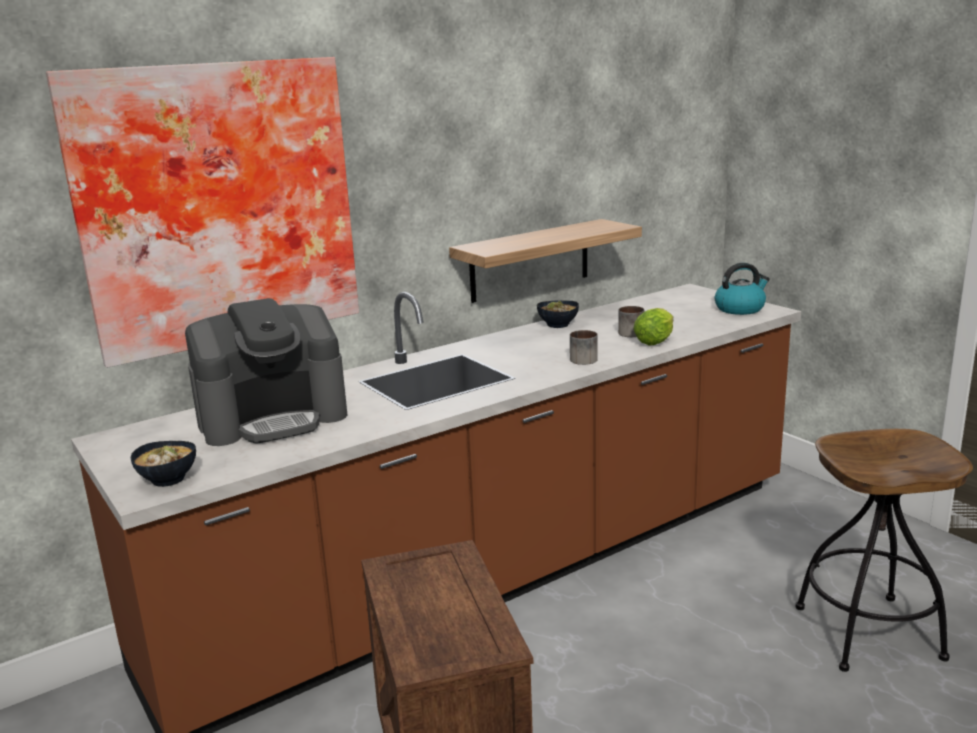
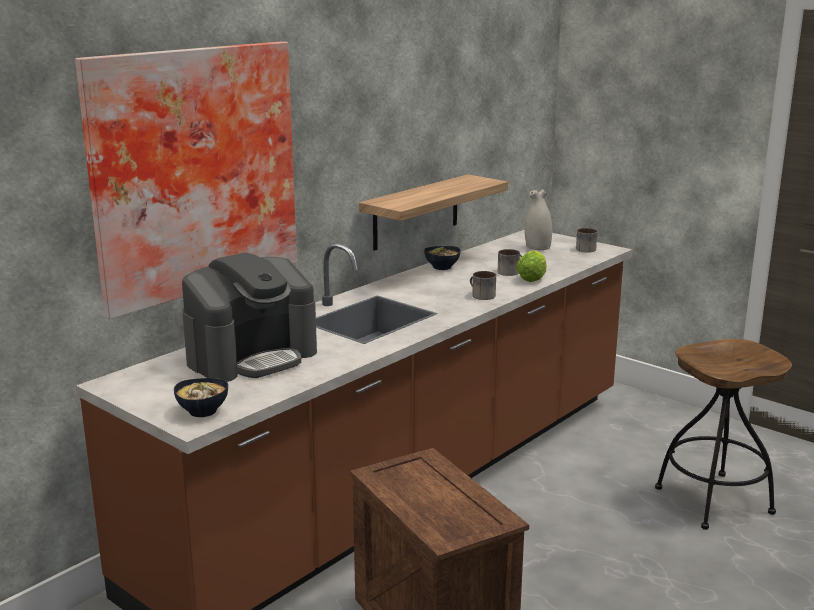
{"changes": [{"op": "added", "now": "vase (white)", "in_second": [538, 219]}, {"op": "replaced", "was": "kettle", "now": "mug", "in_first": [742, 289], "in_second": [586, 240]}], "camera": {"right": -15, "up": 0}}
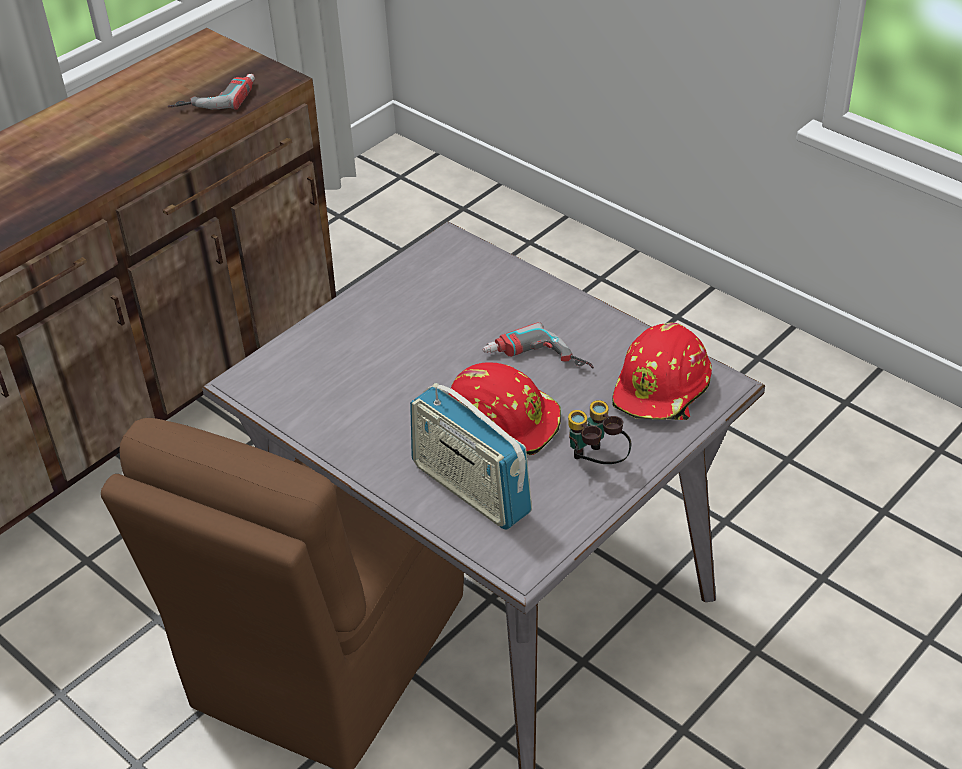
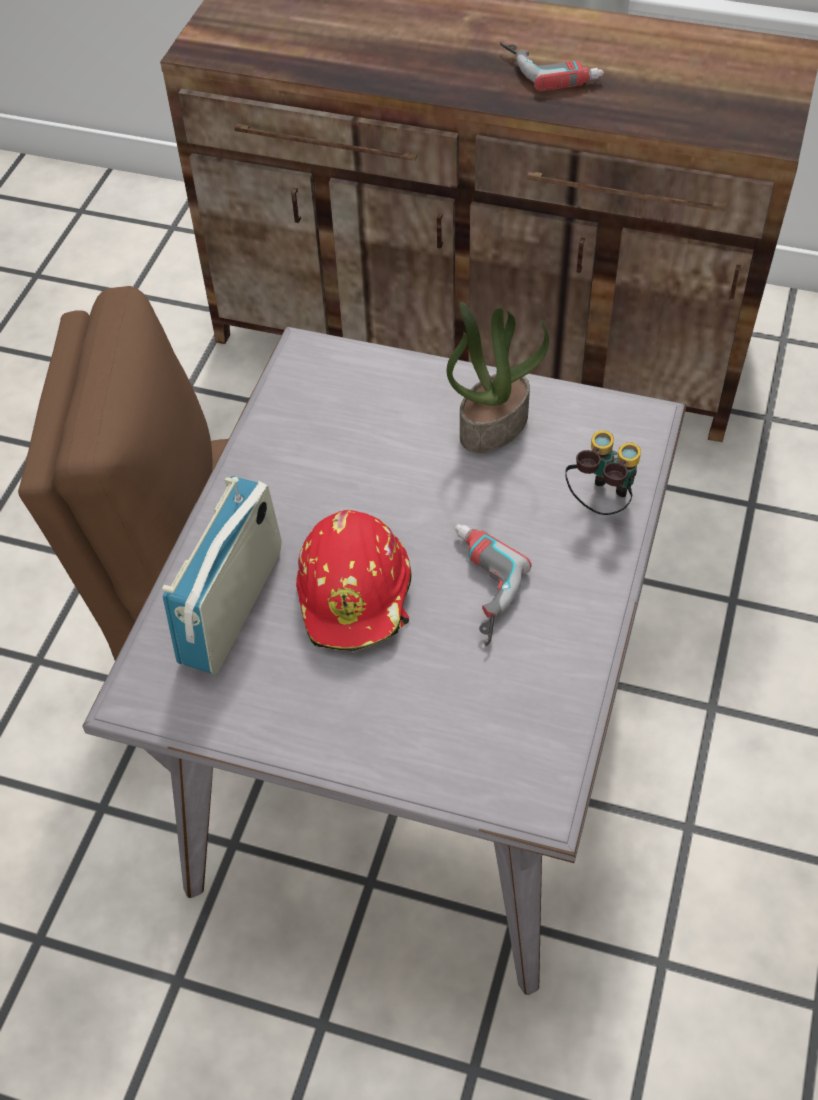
{"changes": [{"op": "removed", "was": "hard hat (red)", "in_first": [662, 371]}, {"op": "added", "now": "potted plant", "in_second": [498, 377]}, {"op": "moved", "was": "power drill", "in_first": [211, 92], "in_second": [552, 66]}, {"op": "moved", "was": "binoculars", "in_first": [599, 432], "in_second": [603, 472]}], "camera": {"right": 65, "up": 10}}
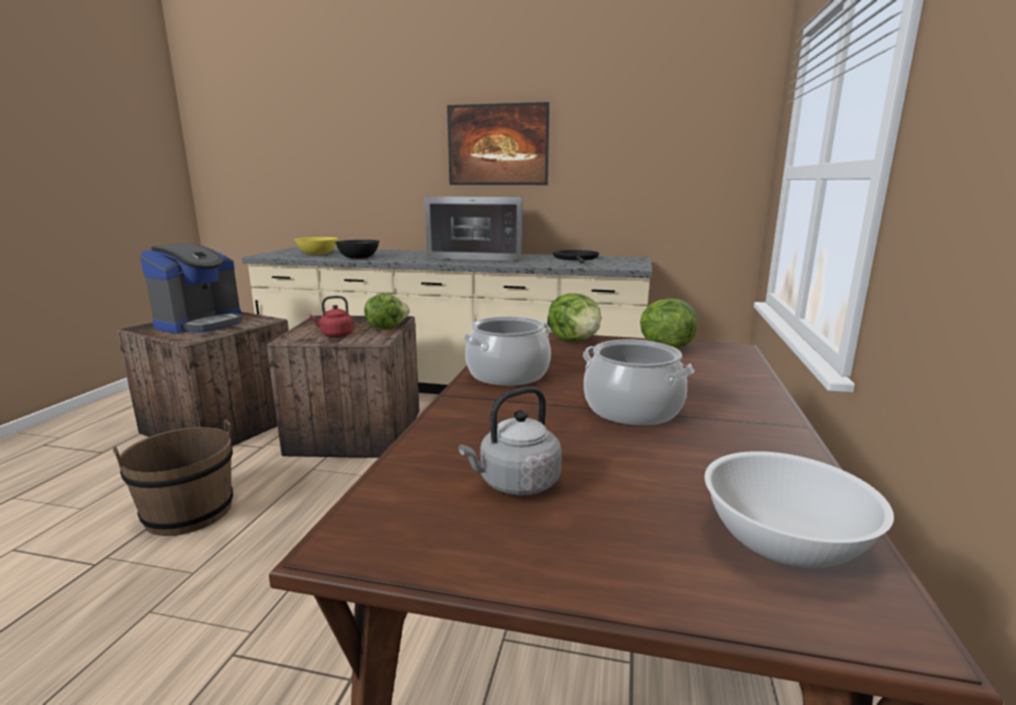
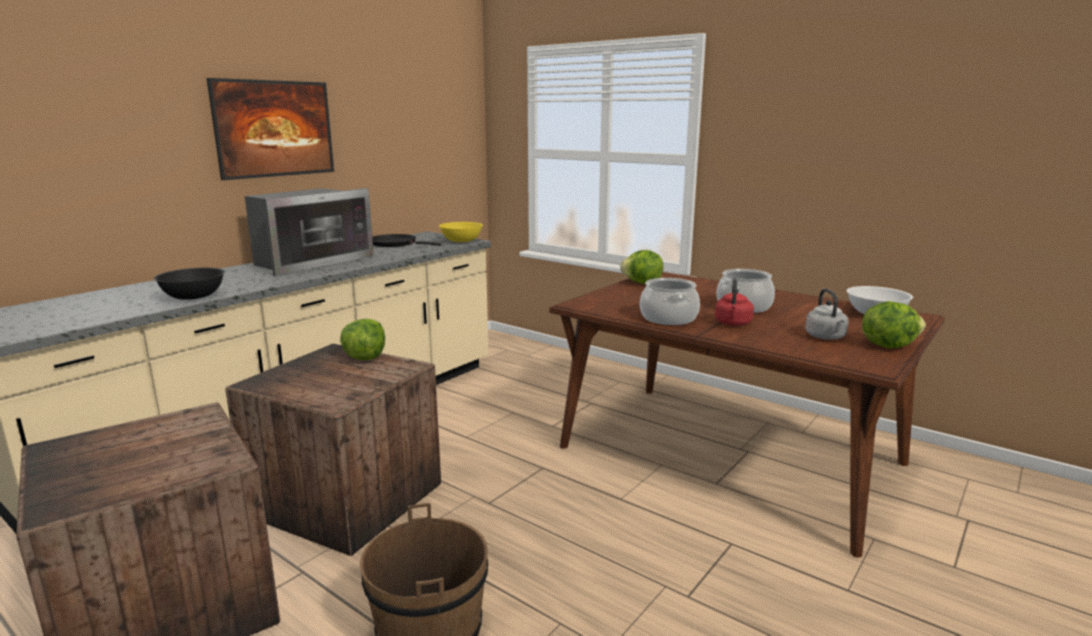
{"changes": [{"op": "removed", "was": "coffee machine", "in_first": [191, 288]}, {"op": "moved", "was": "bowl (yellow)", "in_first": [316, 246], "in_second": [461, 232]}, {"op": "moved", "was": "kettle (red)", "in_first": [332, 316], "in_second": [734, 302]}, {"op": "moved", "was": "lettuce", "in_first": [574, 317], "in_second": [894, 324]}], "camera": {"right": -65, "up": 0}}
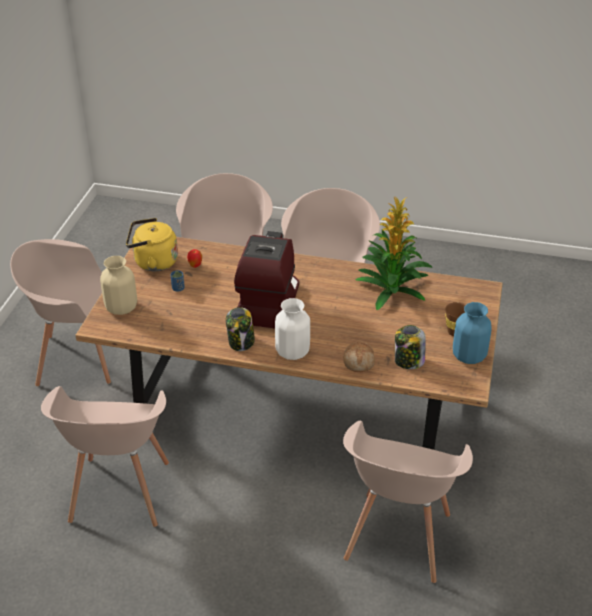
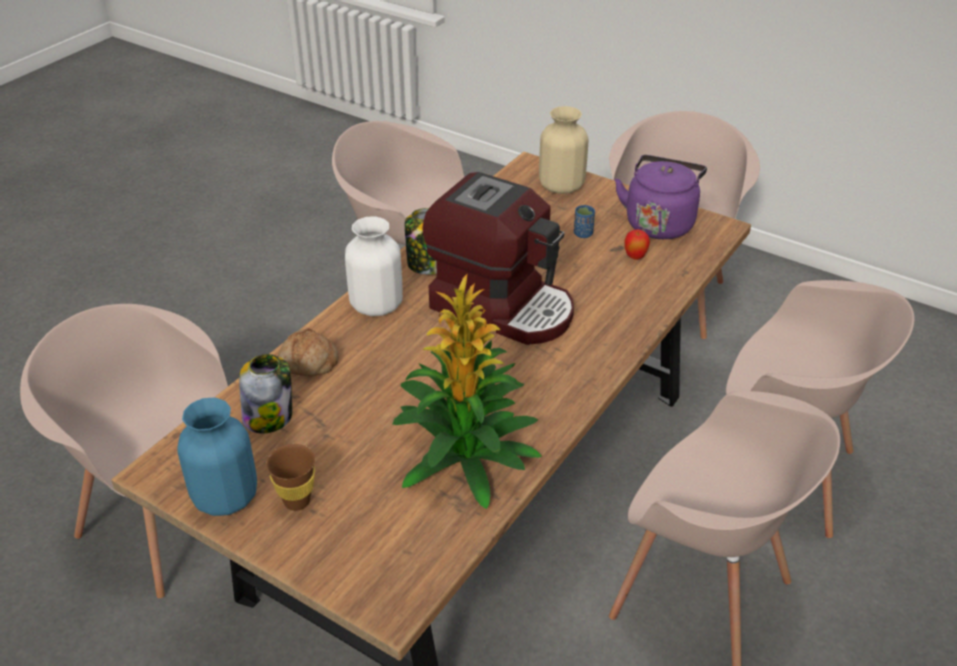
{"changes": [{"op": "recoloured", "was": "kettle (yellow)", "now": "kettle (purple)", "in_first": [152, 244], "in_second": [661, 197]}], "camera": {"right": 110, "up": 0}}
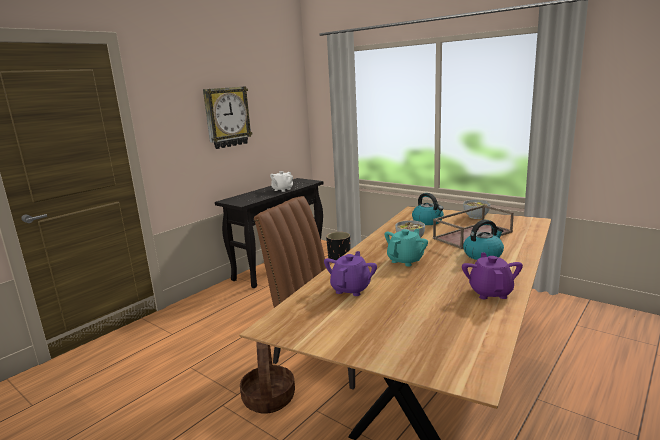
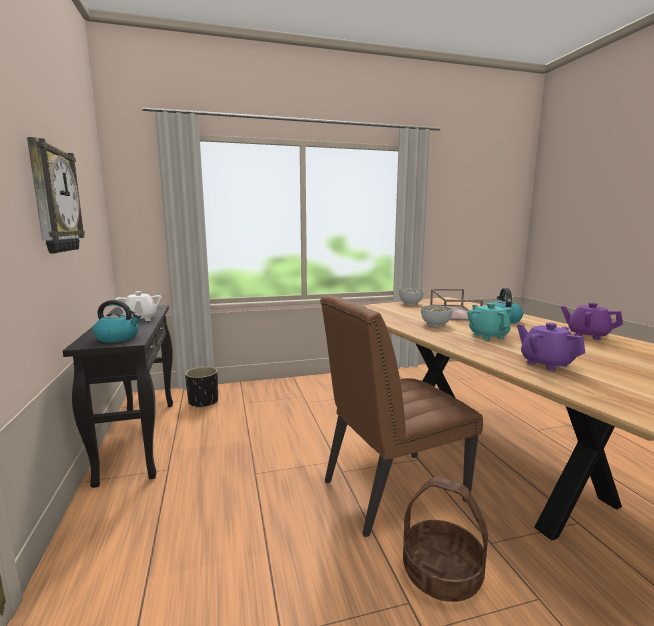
{"changes": [{"op": "moved", "was": "kettle", "in_first": [428, 209], "in_second": [117, 321]}], "camera": {"right": -55, "up": -5}}
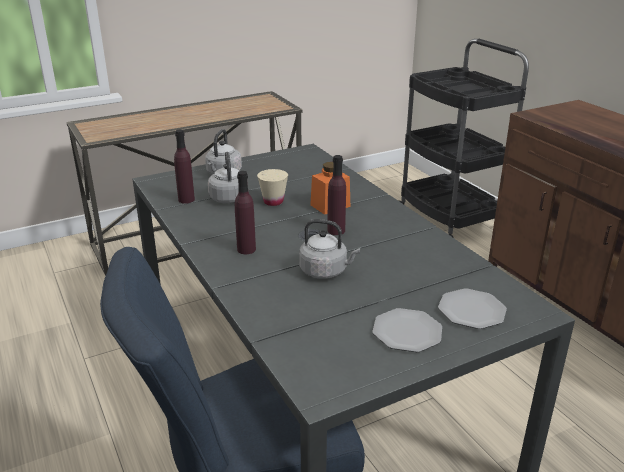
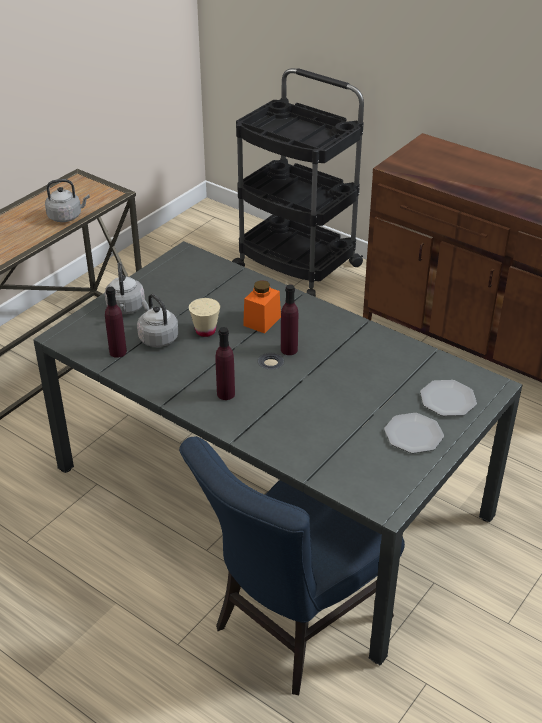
{"changes": [{"op": "moved", "was": "kettle (grey)", "in_first": [329, 249], "in_second": [67, 200]}], "camera": {"right": -25, "up": 10}}
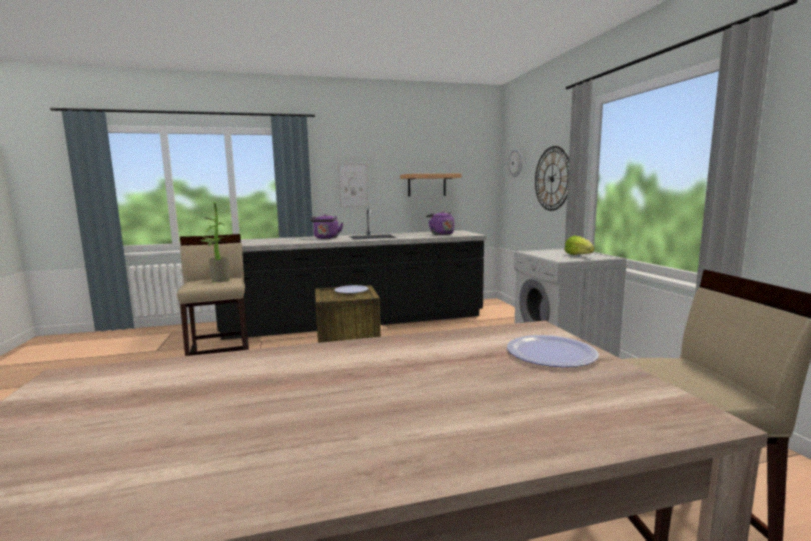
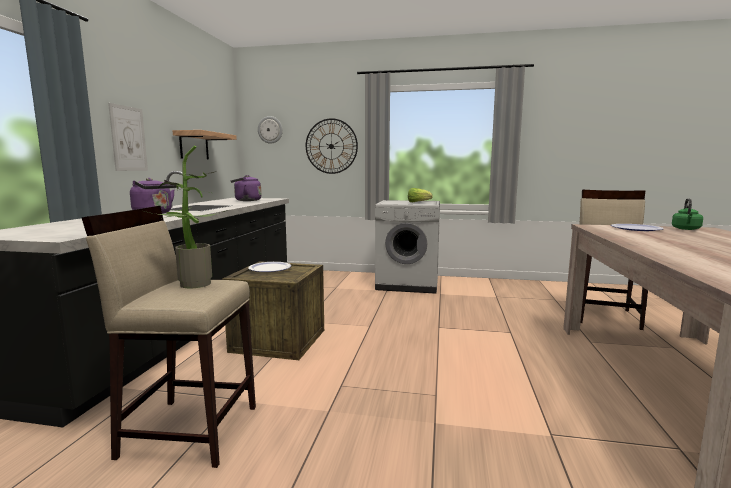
{"changes": [{"op": "added", "now": "kettle (green)", "in_second": [687, 214]}], "camera": {"right": -65, "up": 0}}
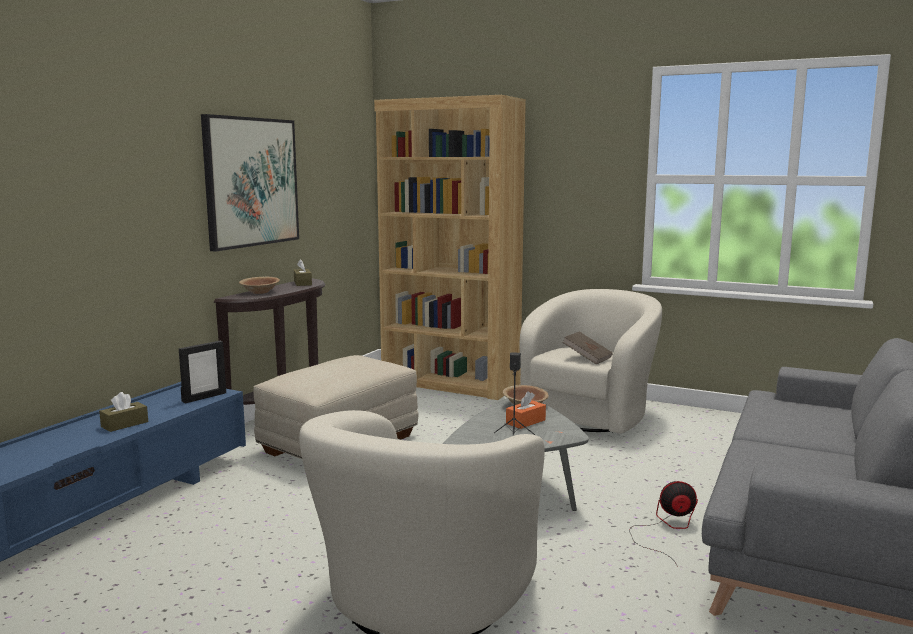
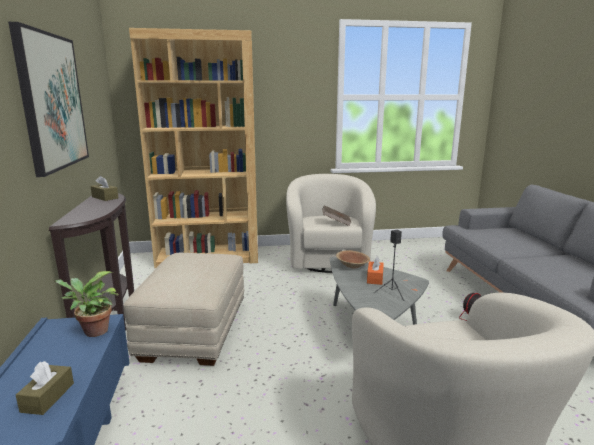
{"changes": [{"op": "removed", "was": "bowl (brown)", "in_first": [259, 285]}, {"op": "replaced", "was": "picture frame", "now": "potted plant", "in_first": [202, 372], "in_second": [87, 304]}], "camera": {"right": -35, "up": 5}}
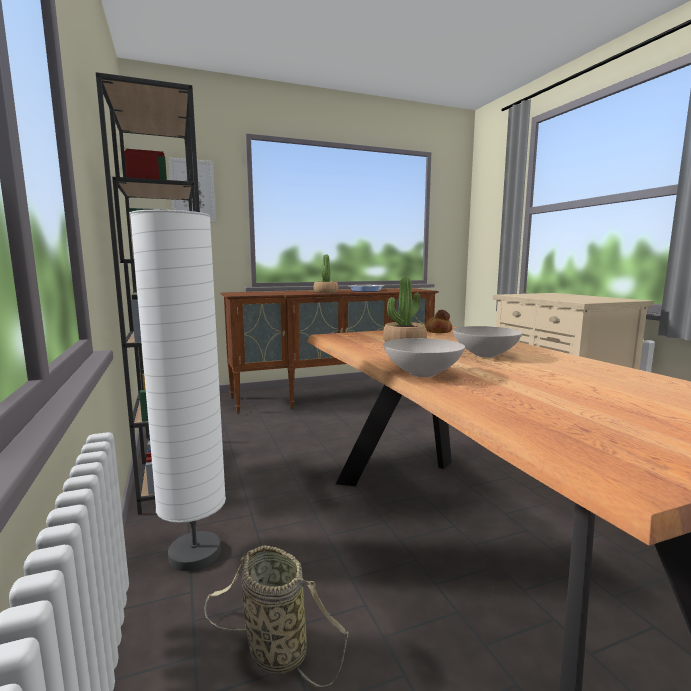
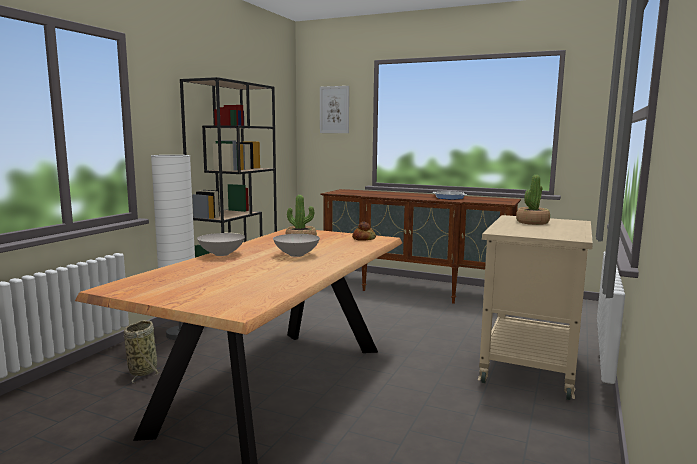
{"changes": [{"op": "moved", "was": "potted plant", "in_first": [325, 274], "in_second": [533, 200]}], "camera": {"right": 45, "up": 0}}
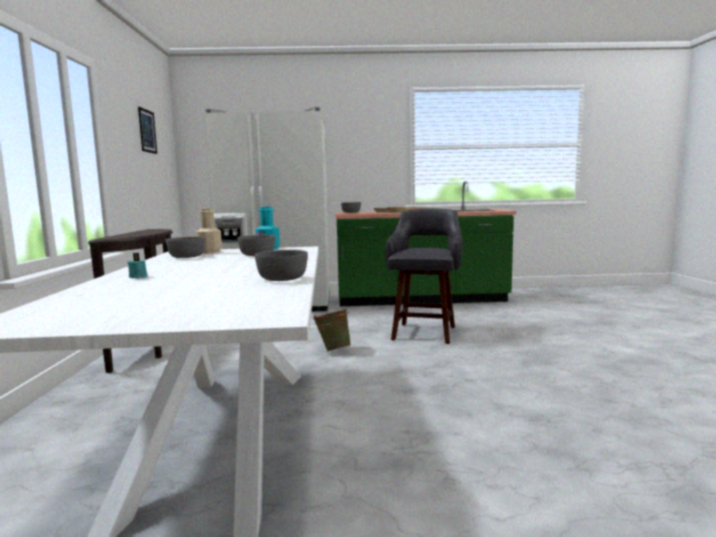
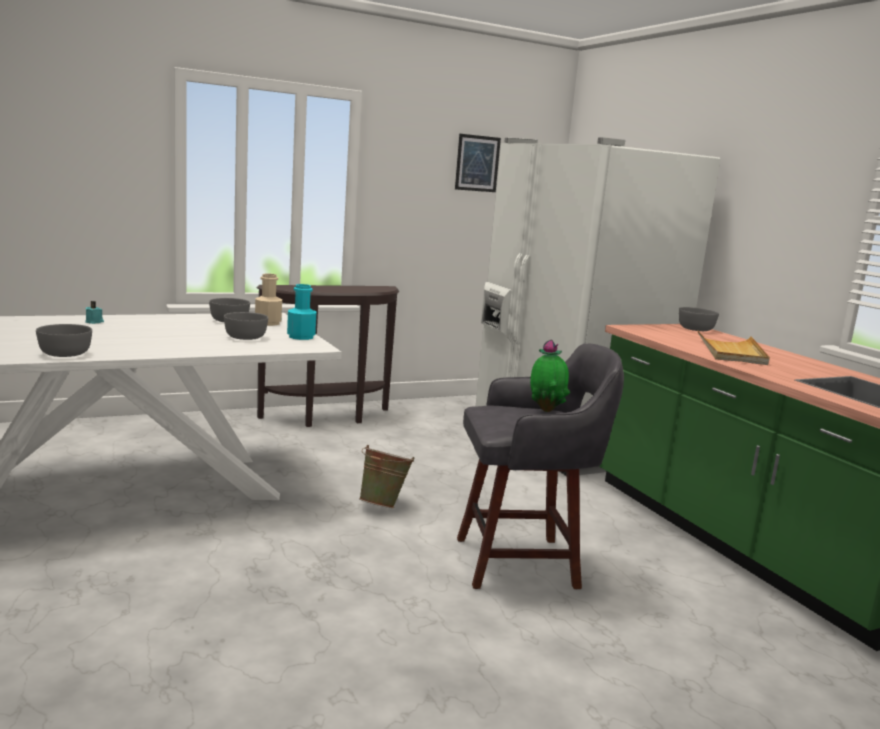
{"changes": [{"op": "added", "now": "potted plant", "in_second": [550, 375]}], "camera": {"right": 65, "up": 5}}
